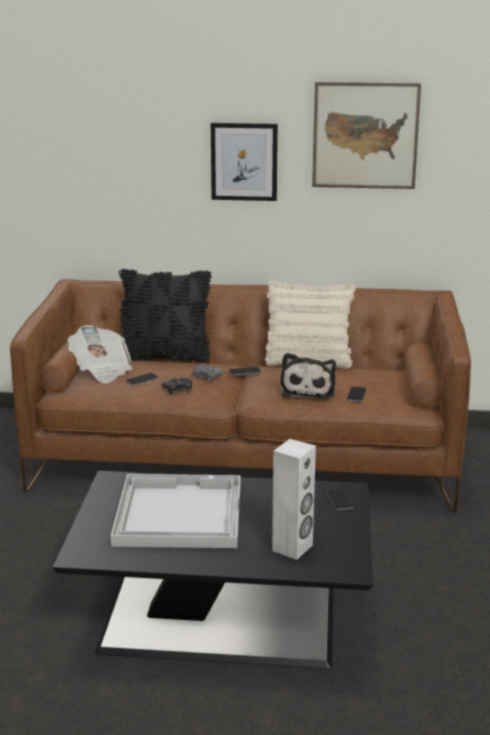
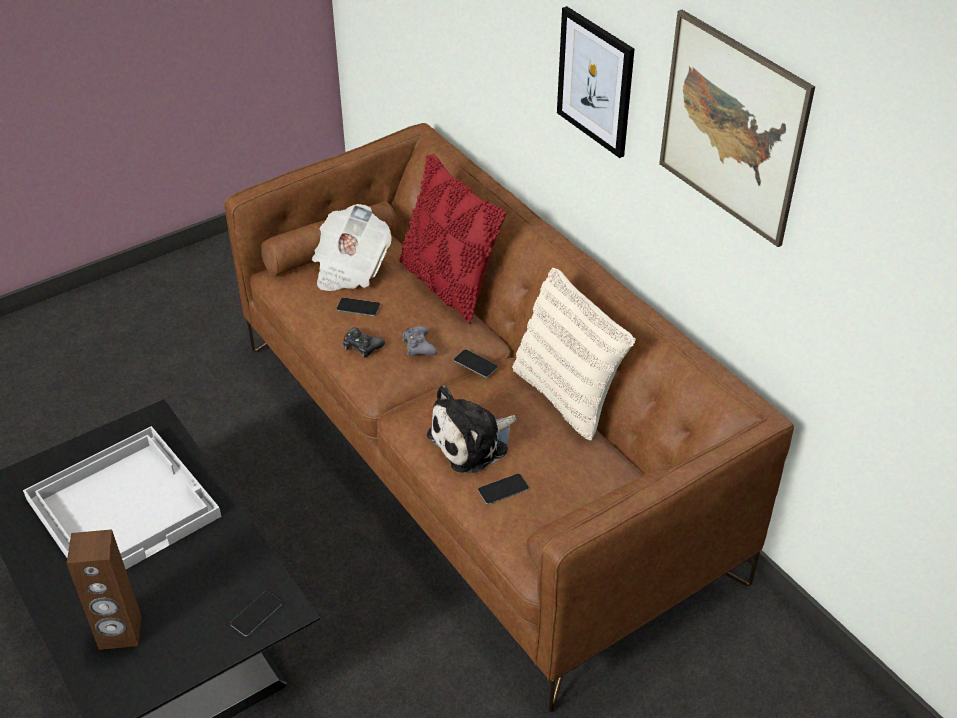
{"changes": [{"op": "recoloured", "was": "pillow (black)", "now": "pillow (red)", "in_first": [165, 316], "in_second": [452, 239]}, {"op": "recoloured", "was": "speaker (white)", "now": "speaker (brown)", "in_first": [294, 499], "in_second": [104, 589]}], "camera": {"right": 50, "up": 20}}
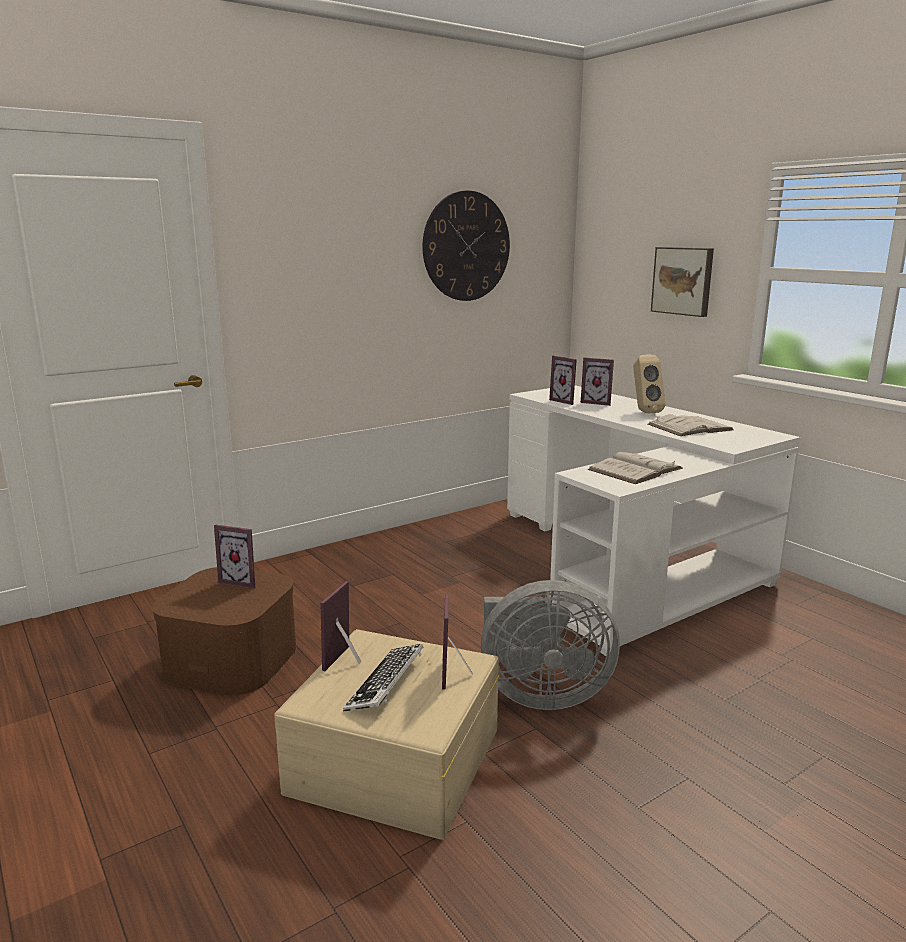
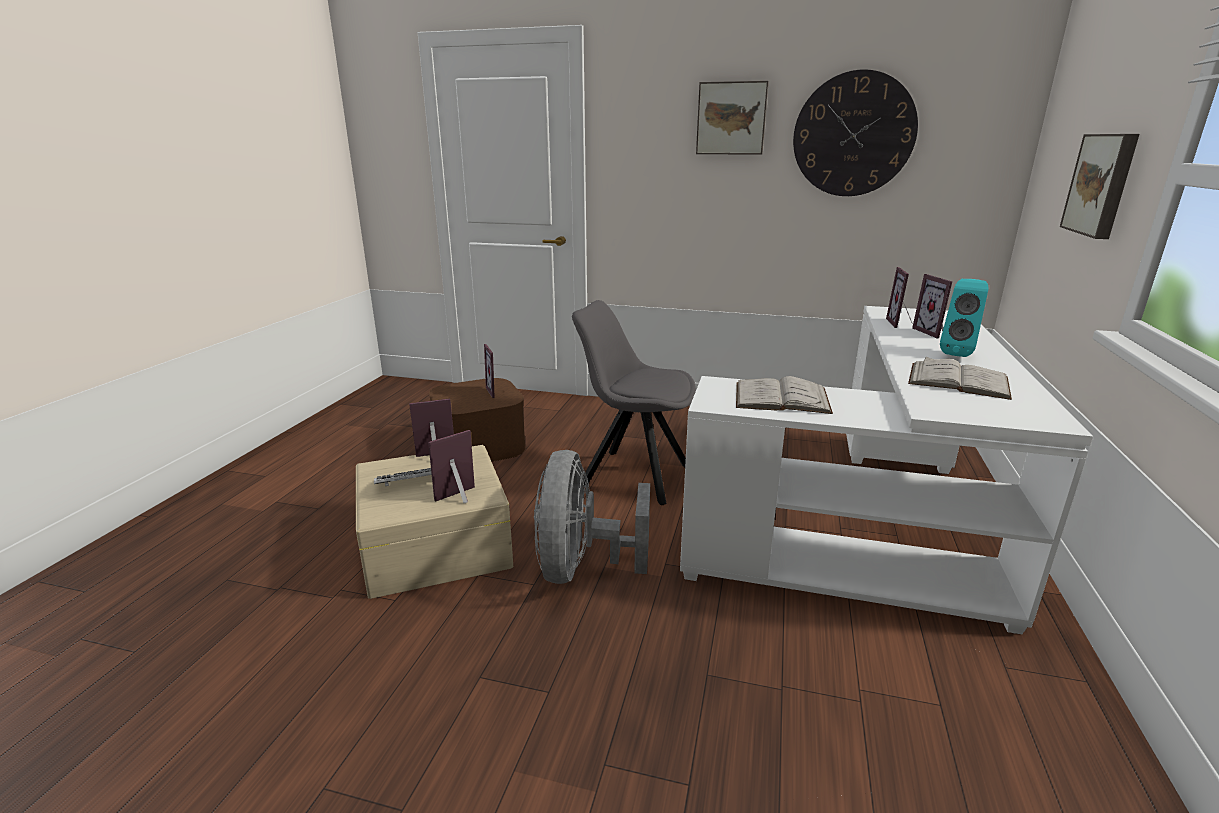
{"changes": [{"op": "added", "now": "chair (grey)", "in_second": [634, 402]}, {"op": "added", "now": "picture", "in_second": [732, 118]}, {"op": "recoloured", "was": "speaker (beige)", "now": "speaker (turquoise)", "in_first": [649, 384], "in_second": [964, 318]}, {"op": "turned", "was": "fan (grey)", "in_first": [550, 645], "in_second": [592, 517], "clockwise": 45}], "camera": {"right": 50, "up": 5}}
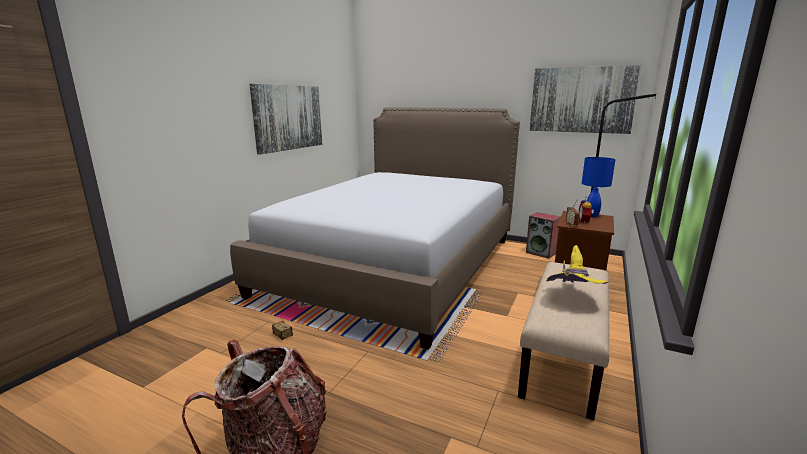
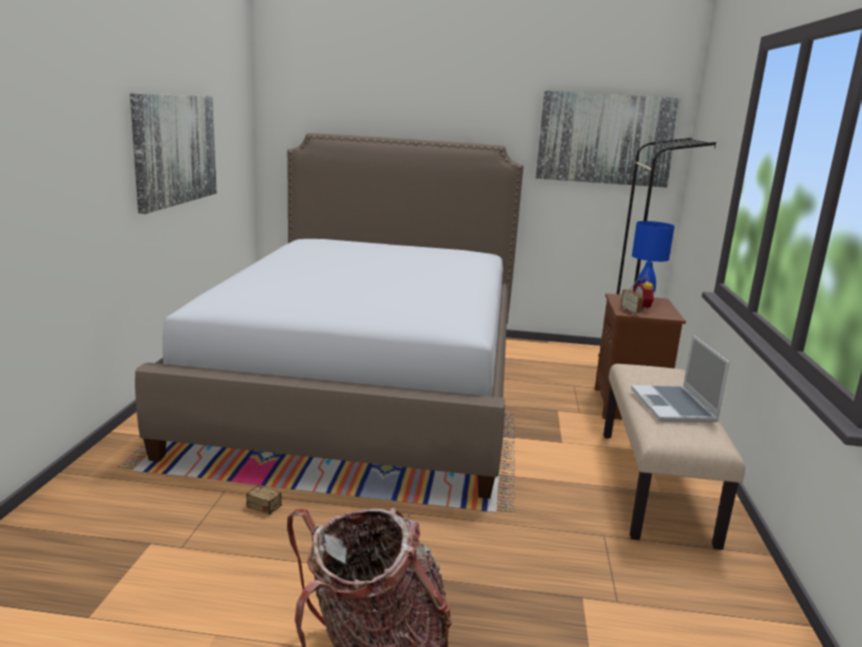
{"changes": [{"op": "removed", "was": "speaker", "in_first": [543, 235]}, {"op": "replaced", "was": "hat (yellow)", "now": "laptop", "in_first": [577, 264], "in_second": [680, 378]}], "camera": {"right": -20, "up": 0}}
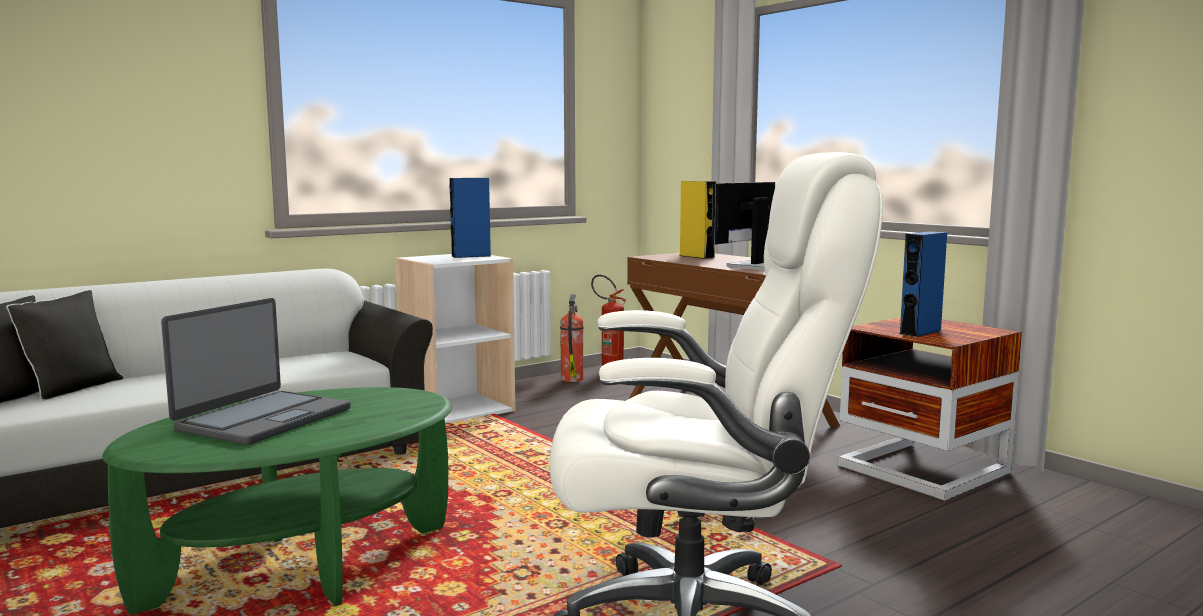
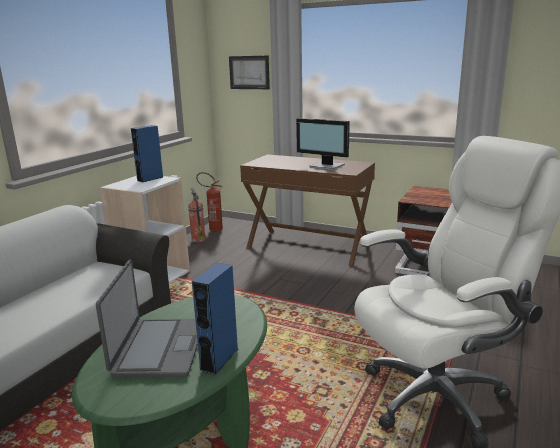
{"changes": [{"op": "removed", "was": "speaker (yellow)", "in_first": [698, 220]}, {"op": "added", "now": "picture", "in_second": [249, 72]}, {"op": "moved", "was": "speaker (blue)", "in_first": [923, 284], "in_second": [215, 319]}, {"op": "turned", "was": "monitor", "in_first": [743, 226], "in_second": [323, 144], "clockwise": -75}], "camera": {"right": -25, "up": 10}}
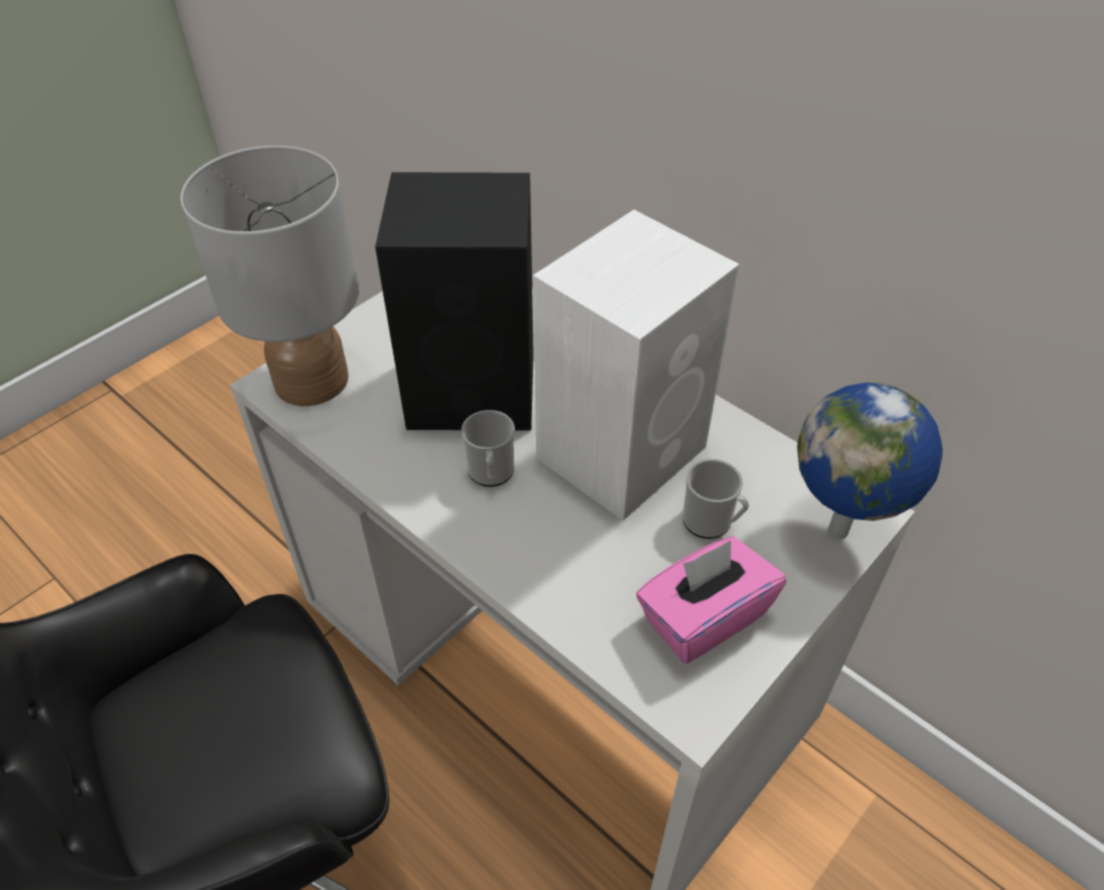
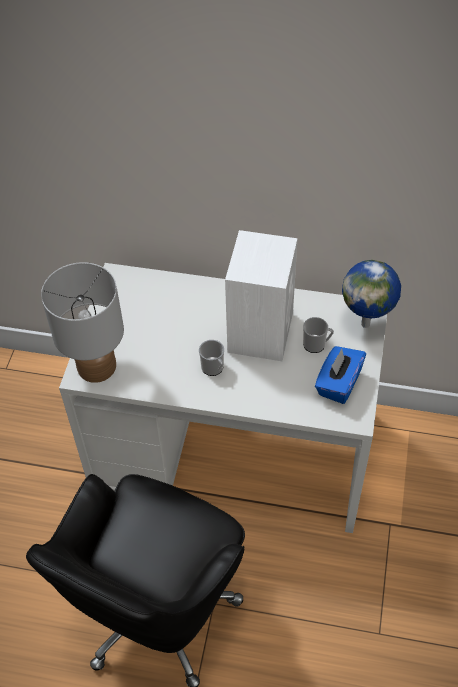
{"changes": [{"op": "removed", "was": "speaker (black)", "in_first": [454, 301]}, {"op": "recoloured", "was": "tissue box (pink)", "now": "tissue box (blue)", "in_first": [711, 600], "in_second": [340, 375]}], "camera": {"right": -30, "up": 5}}
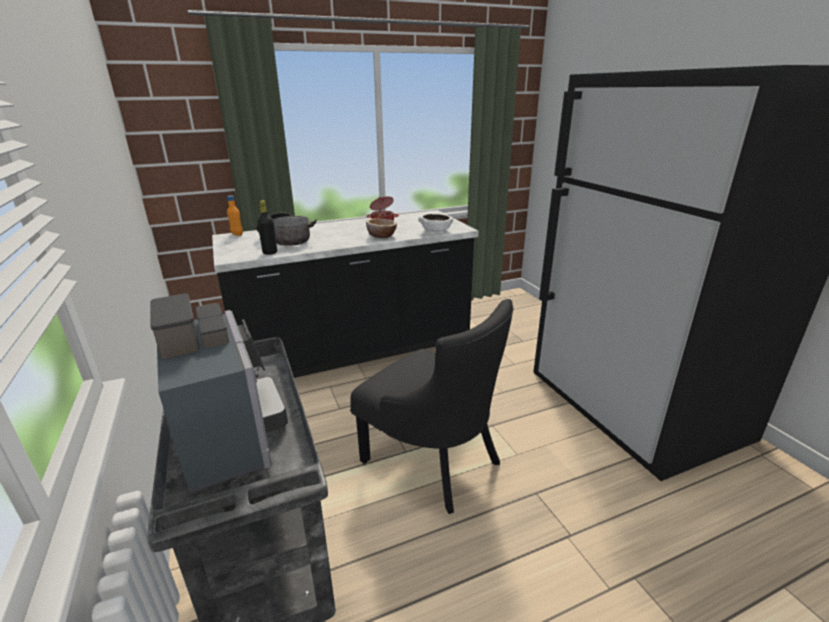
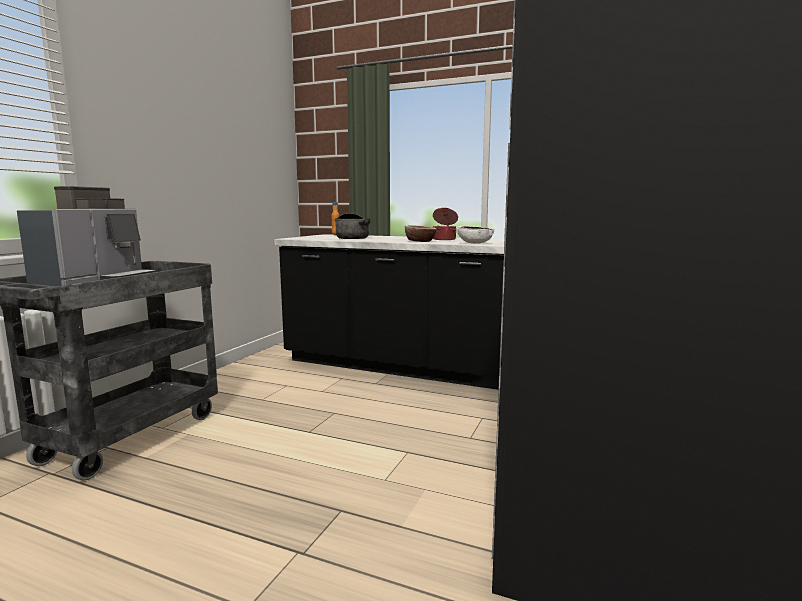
{"changes": [{"op": "removed", "was": "bottle (black)", "in_first": [267, 227]}, {"op": "removed", "was": "chair (black)", "in_first": [431, 406]}], "camera": {"right": 45, "up": -15}}
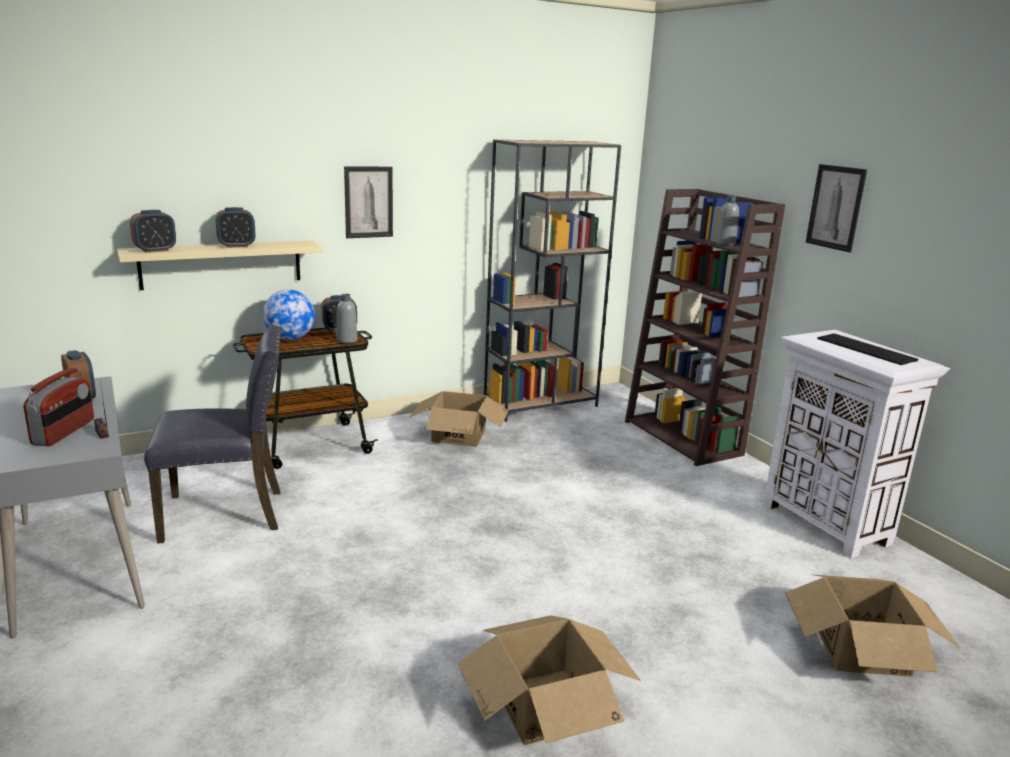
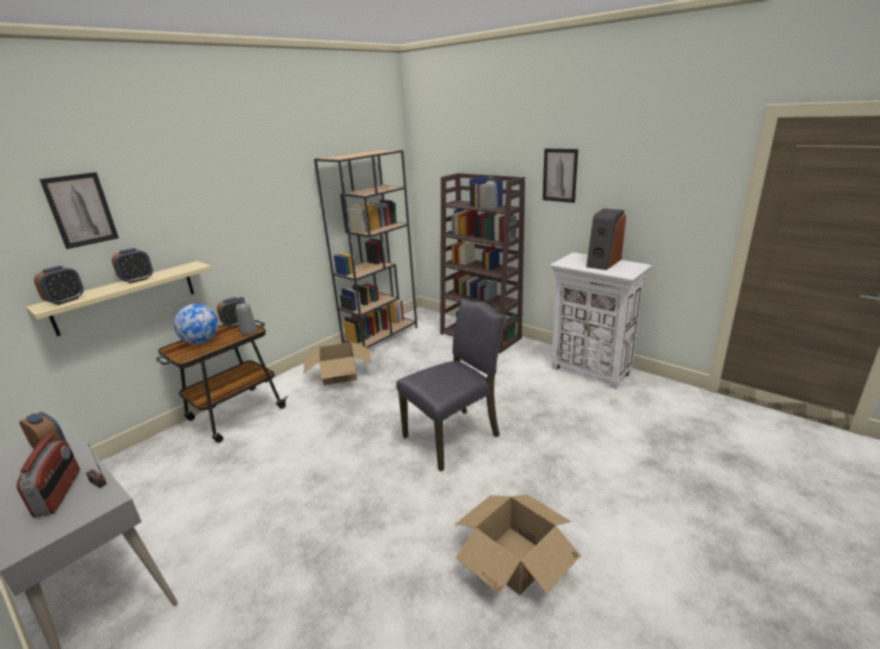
{"changes": [{"op": "removed", "was": "cardboard box", "in_first": [872, 625]}, {"op": "moved", "was": "chair (grey)", "in_first": [213, 434], "in_second": [451, 385]}, {"op": "moved", "was": "picture", "in_first": [368, 202], "in_second": [79, 210]}, {"op": "replaced", "was": "keyboard", "now": "speaker", "in_first": [867, 349], "in_second": [606, 239]}], "camera": {"right": -20, "up": 5}}
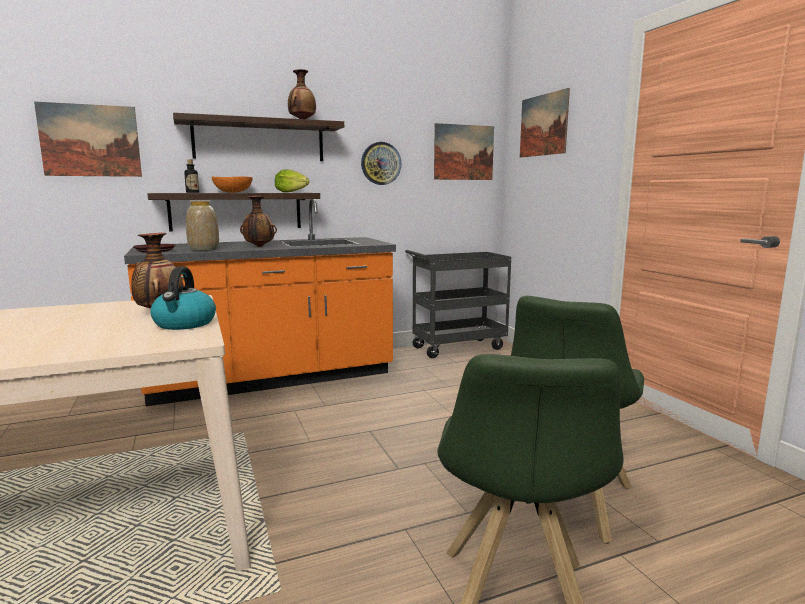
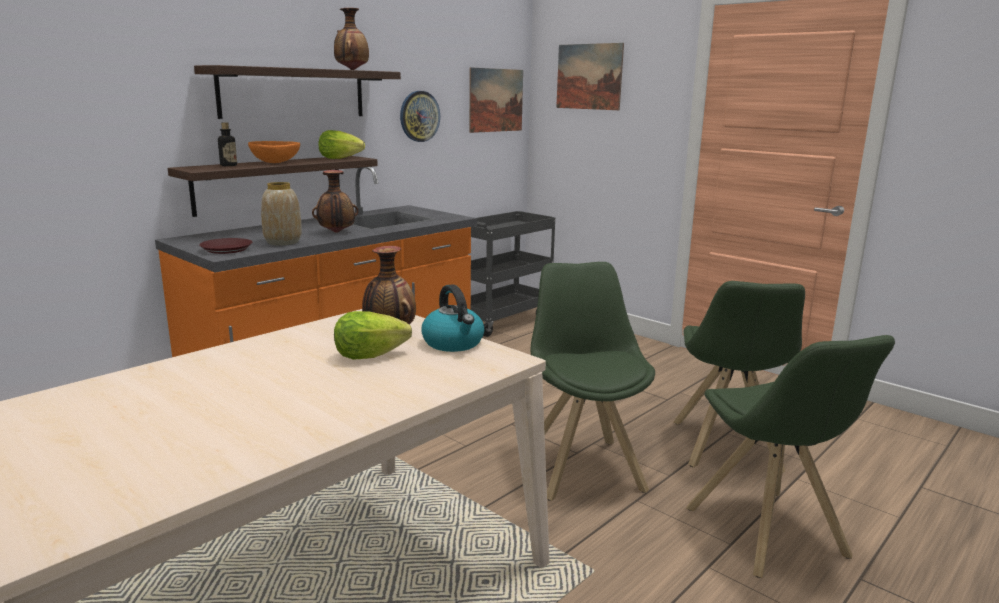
{"changes": [{"op": "removed", "was": "picture", "in_first": [88, 139]}, {"op": "added", "now": "lettuce", "in_second": [373, 335]}, {"op": "added", "now": "chair (green)", "in_second": [593, 381]}], "camera": {"right": -25, "up": 5}}
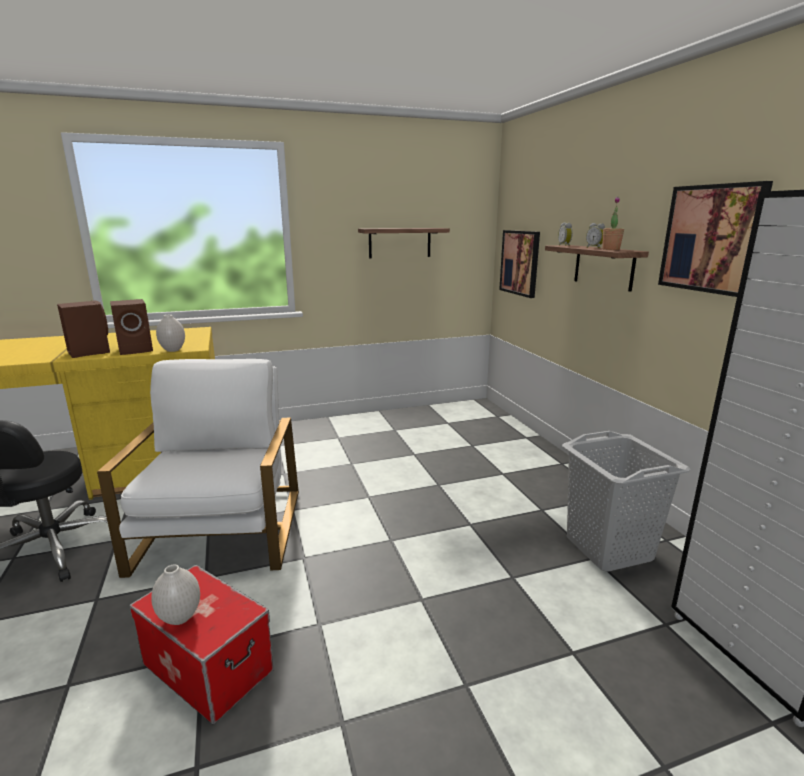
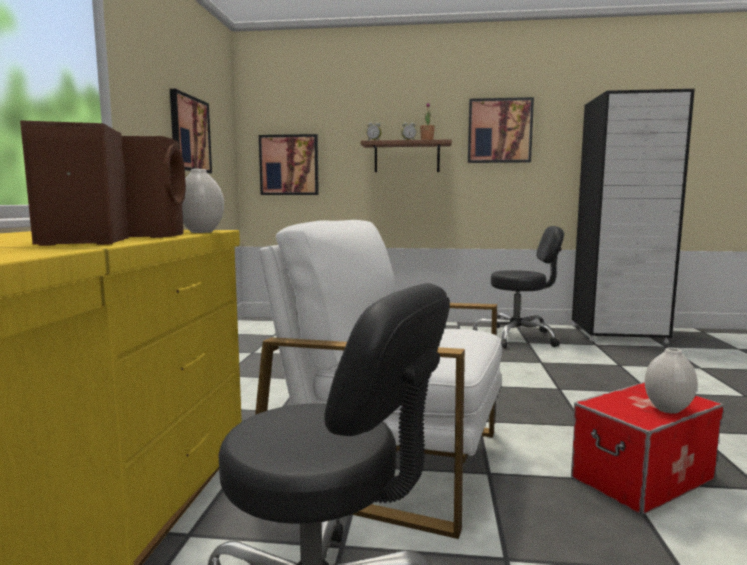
{"changes": [{"op": "replaced", "was": "shelf", "now": "picture", "in_first": [404, 243], "in_second": [191, 131]}, {"op": "replaced", "was": "laundry basket (grey)", "now": "office chair (black)", "in_first": [626, 501], "in_second": [518, 287]}], "camera": {"right": -65, "up": -10}}
